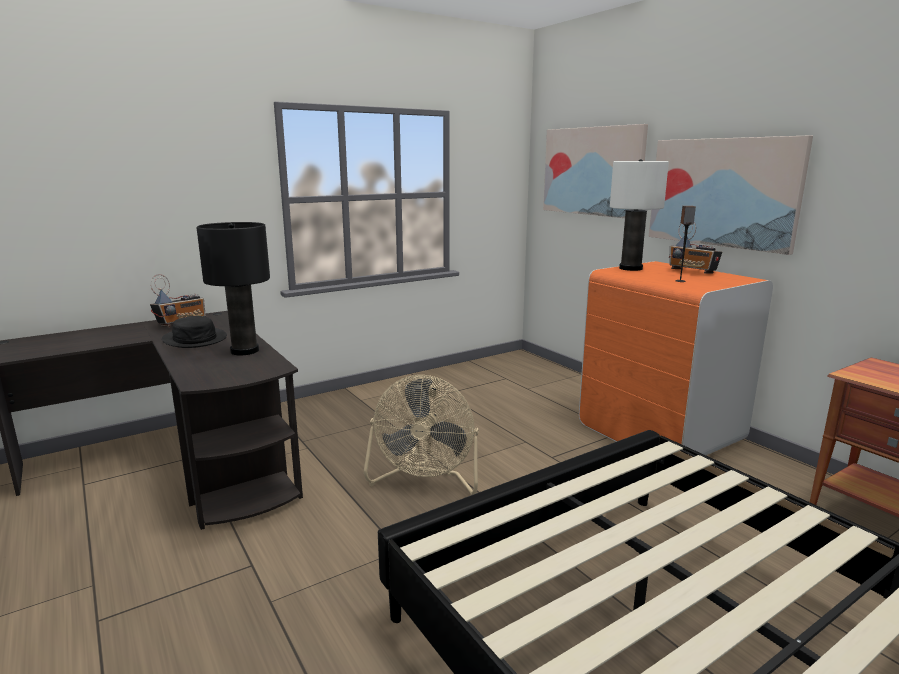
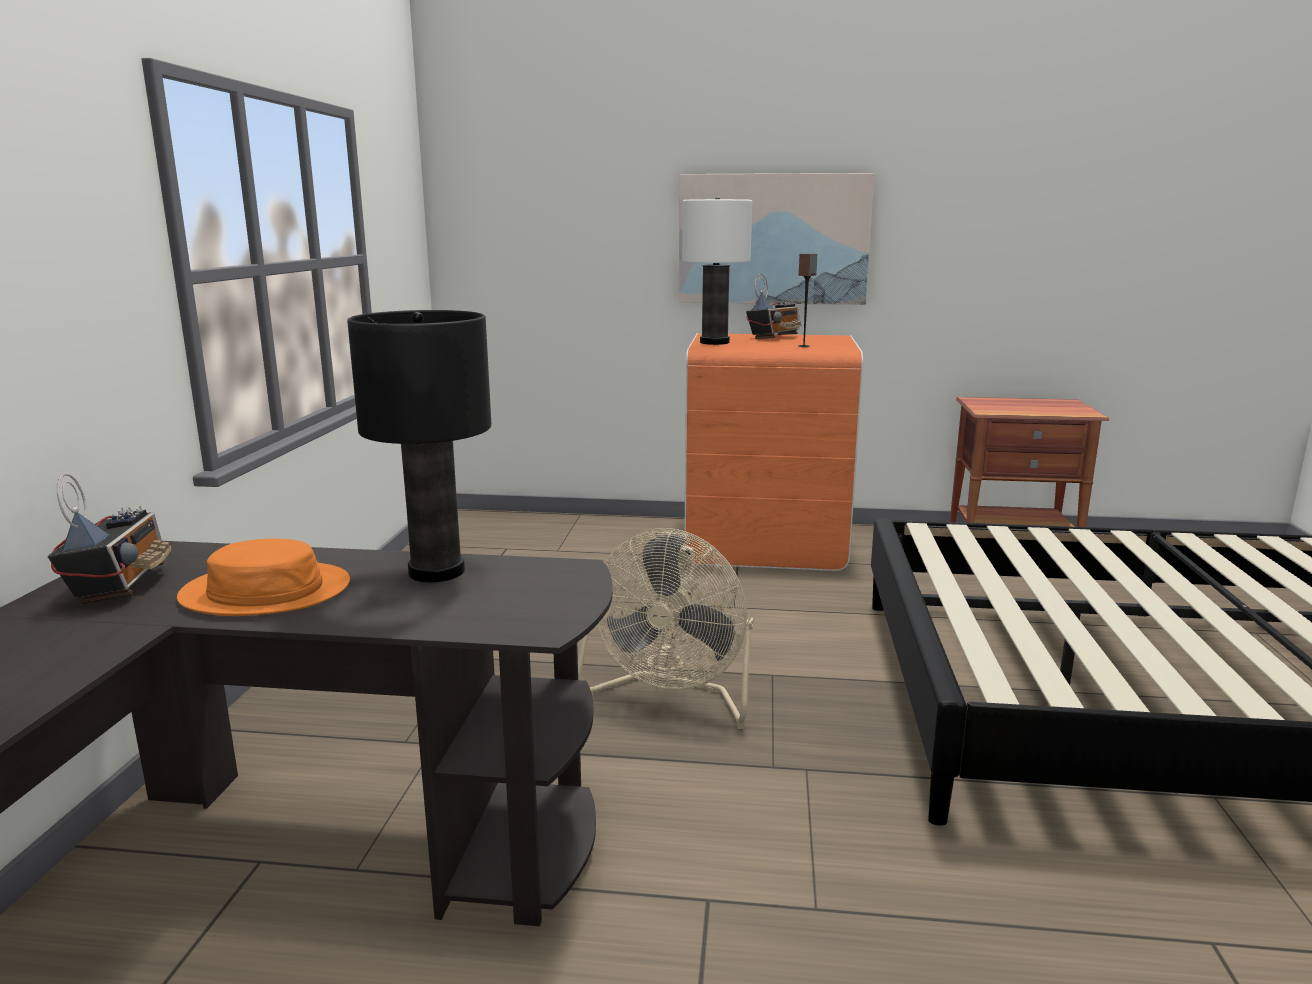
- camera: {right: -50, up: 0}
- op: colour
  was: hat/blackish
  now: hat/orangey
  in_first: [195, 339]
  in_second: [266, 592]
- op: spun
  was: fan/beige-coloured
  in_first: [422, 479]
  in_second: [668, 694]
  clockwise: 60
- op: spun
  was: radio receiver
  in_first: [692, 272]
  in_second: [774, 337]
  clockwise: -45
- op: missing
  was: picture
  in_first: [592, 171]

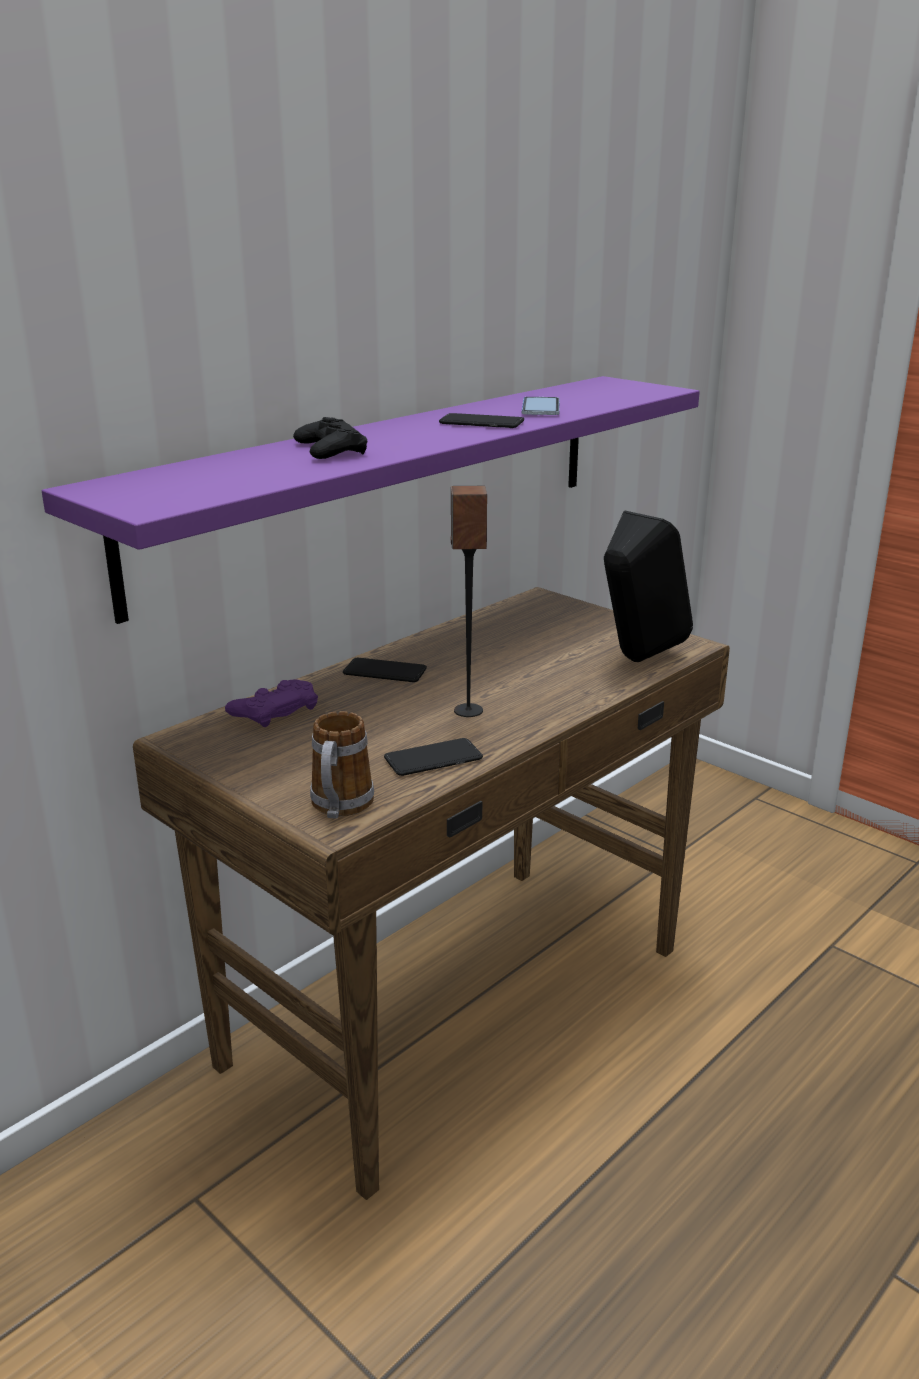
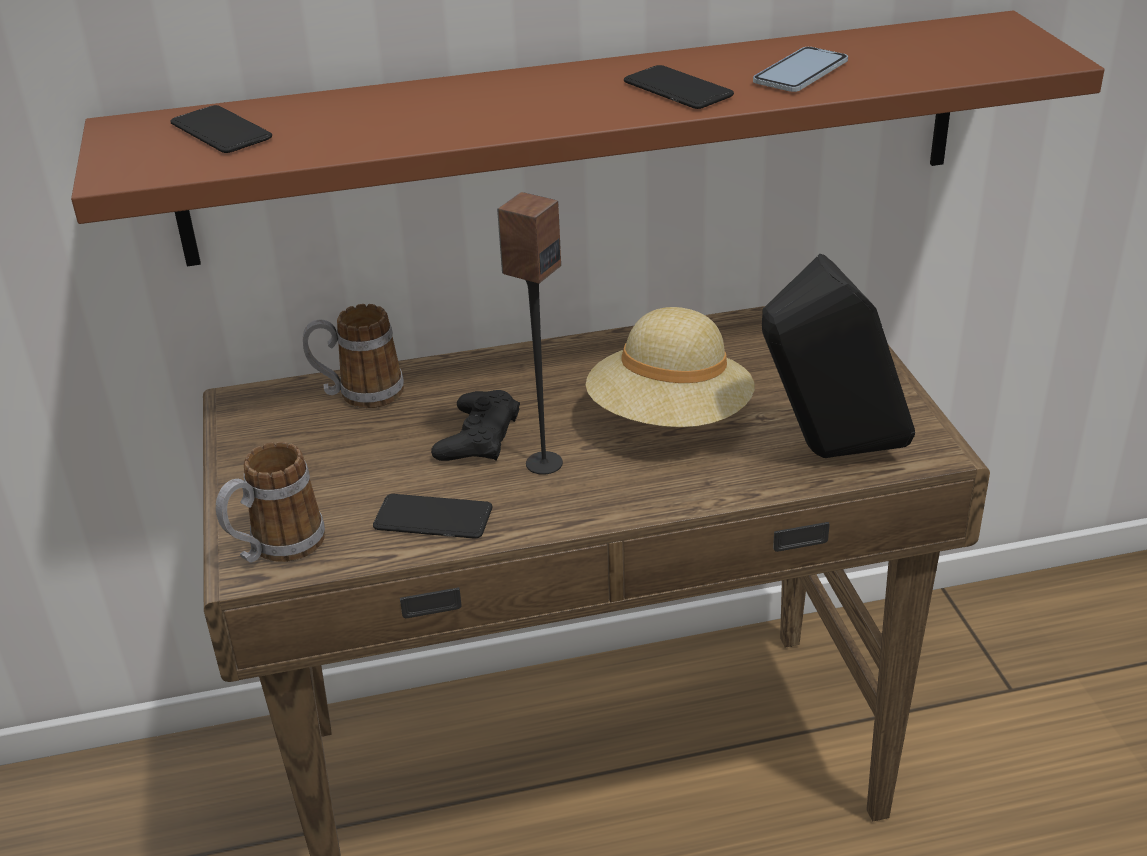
- camera: {right: 35, up: 10}
- op: colour
  was: shelf/purple-coloured
  now: shelf/brown
  in_first: [383, 482]
  in_second: [578, 138]
- op: relocated
  was: handset
  in_first: [385, 672]
  in_second: [221, 131]
- op: exchanged
  was: game controller/purple-coloured
  now: tea mug
  in_first: [274, 710]
  in_second: [359, 394]
- op: relocated
  was: game controller/blackish
  in_first: [330, 449]
  in_second: [477, 436]
- op: appeared
  now: hat/beige-coloured
  in_second: [670, 419]

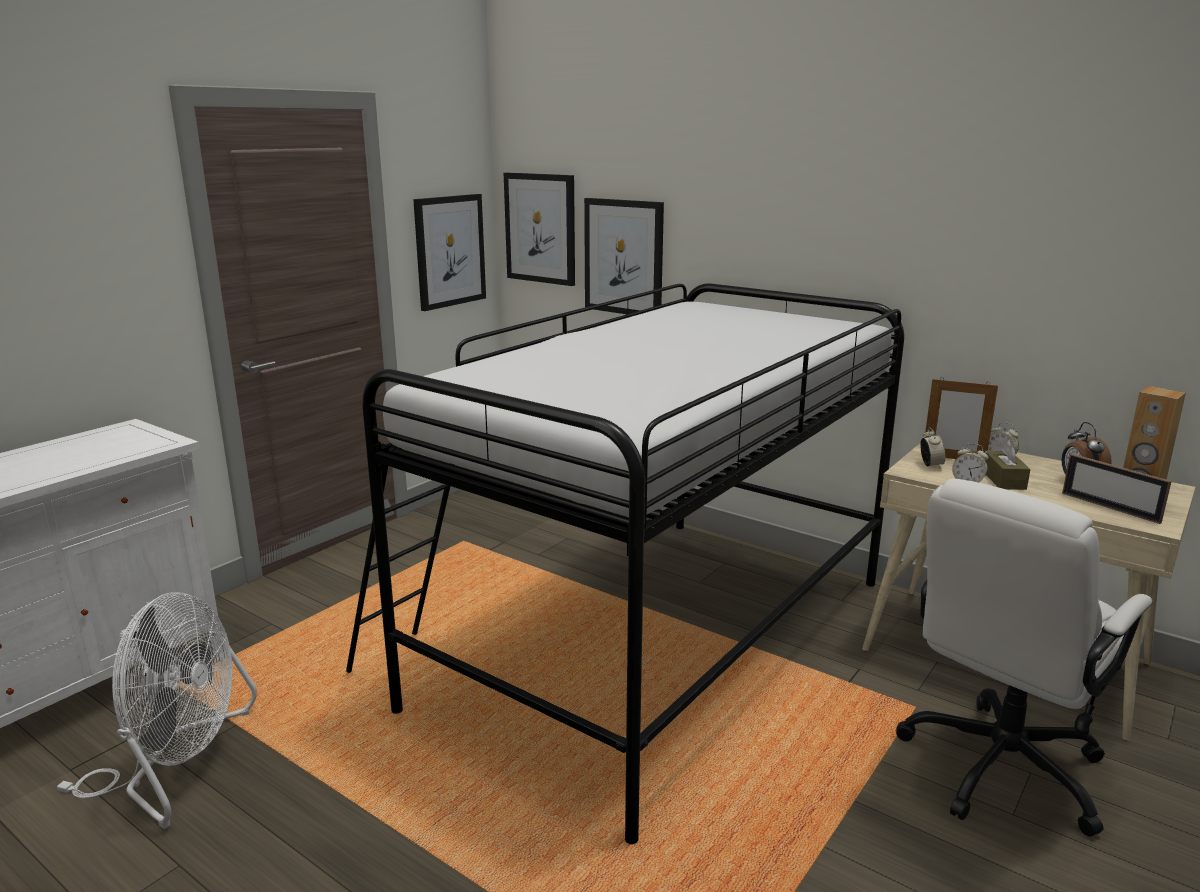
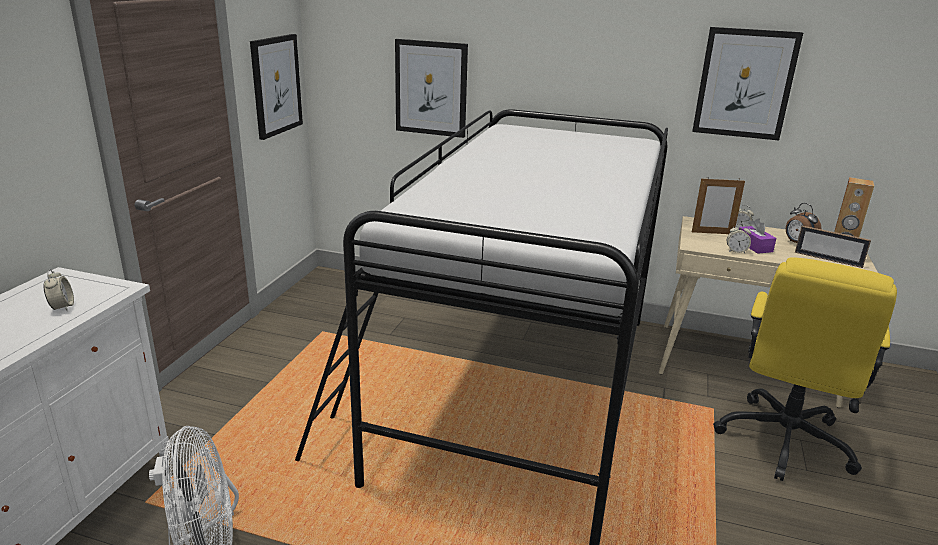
- camera: {right: -20, up: 5}
- op: relocated
  was: bedside clock
  in_first: [930, 465]
  in_second: [62, 307]
- op: relocated
  was: picture
  in_first: [540, 228]
  in_second: [744, 83]
- op: colour
  was: desk chair/white
  now: desk chair/yellow-coloured
  in_first: [998, 773]
  in_second: [784, 444]
- op: colour
  was: box of tissues/brown
  now: box of tissues/purple-coloured
  in_first: [1003, 480]
  in_second: [754, 246]

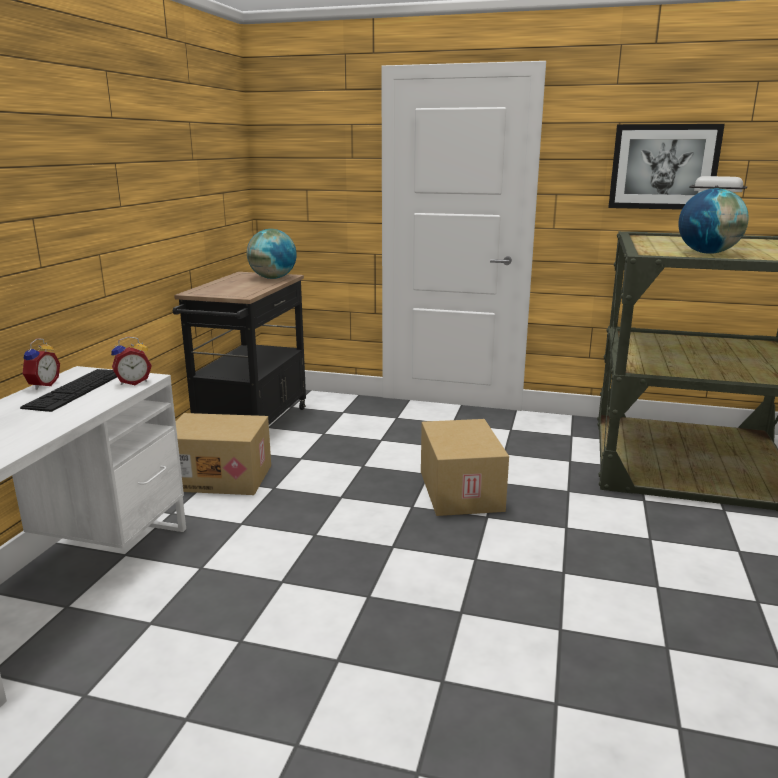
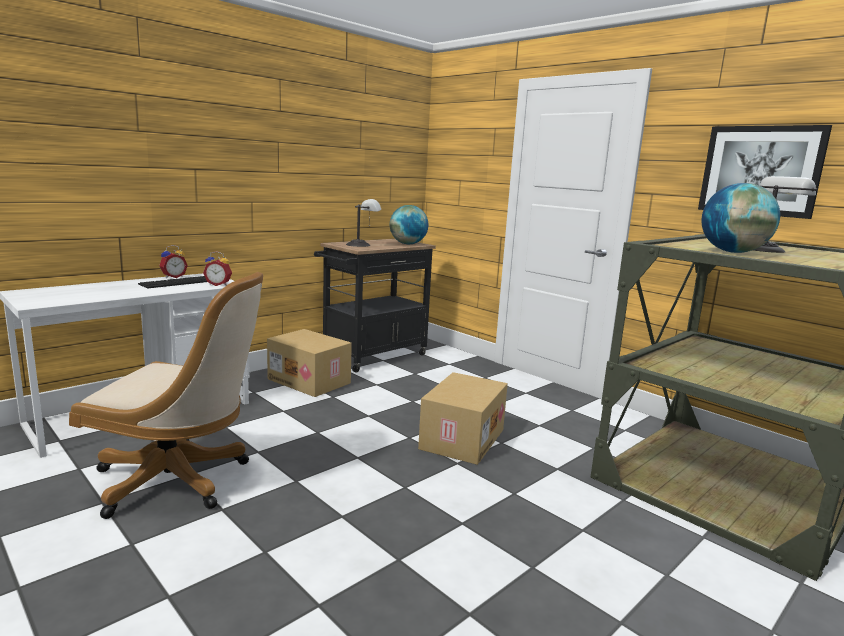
- camera: {right: 30, up: -5}
- op: appeared
  now: desk chair
  in_second: [181, 480]
- op: appeared
  now: table lamp
  in_second: [363, 245]

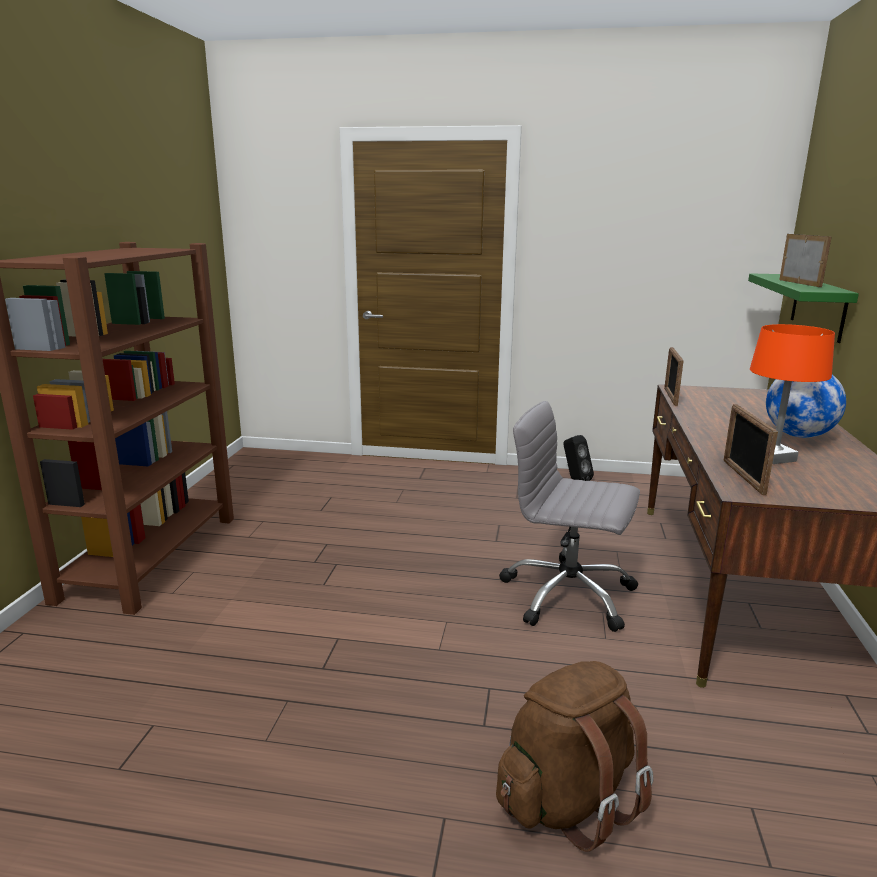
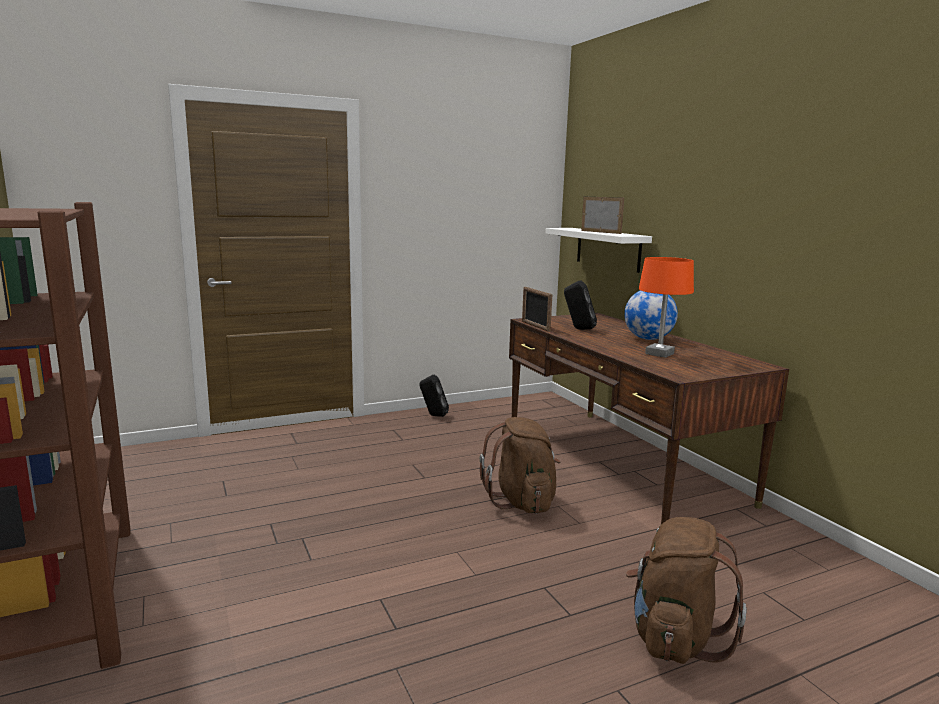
- camera: {right: -35, up: -5}
- op: exchanged
  was: desk chair/gray
  now: backpack/brown
  in_first: [567, 595]
  in_second: [522, 501]
- op: colour
  was: shelf/greenish
  now: shelf/white
  in_first: [818, 306]
  in_second: [608, 249]
- op: appeared
  now: speaker/blackish
  in_second: [578, 329]
- op: missing
  was: standing frame
  in_first: [743, 477]

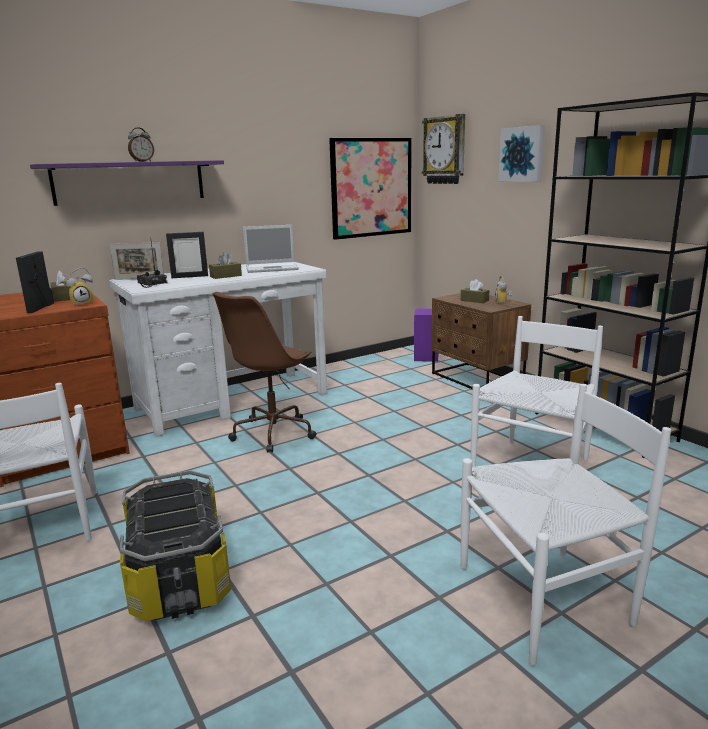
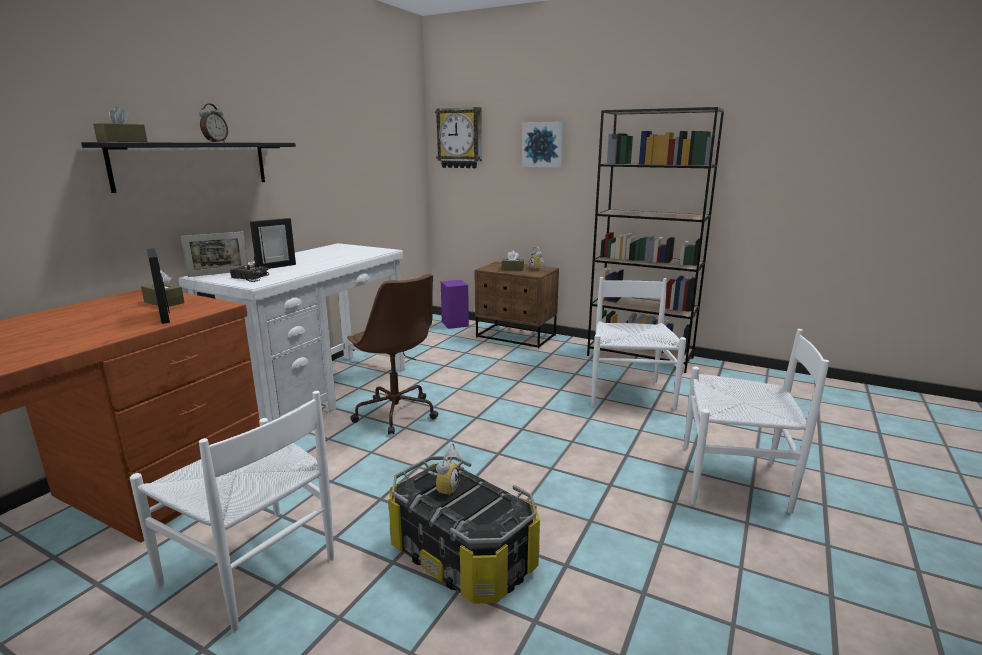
- camera: {right: -30, up: 0}
- op: colour
  was: shelf/purple-coloured
  now: shelf/blackish
  in_first: [130, 182]
  in_second: [193, 164]
- op: relocated
  was: box of tissues/brown
  in_first: [226, 276]
  in_second: [122, 141]
- op: spun
  was: desk chair/brown
  in_first: [272, 434]
  in_second: [397, 415]
  clockwise: -45
- op: relocated
  was: bedside clock
  in_first: [82, 304]
  in_second: [444, 488]
- op: spun
  was: plain chair/white
  in_first: [547, 598]
  in_second: [735, 480]
  clockwise: 60
- op: missing
  was: notebook computer
  in_first: [273, 268]
- op: missing
  was: picture
  in_first: [371, 187]

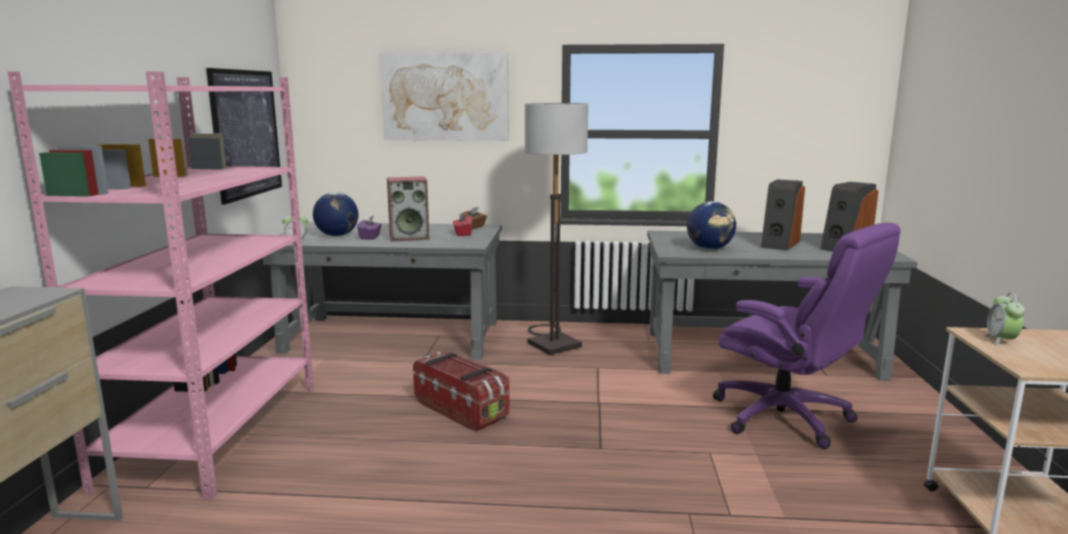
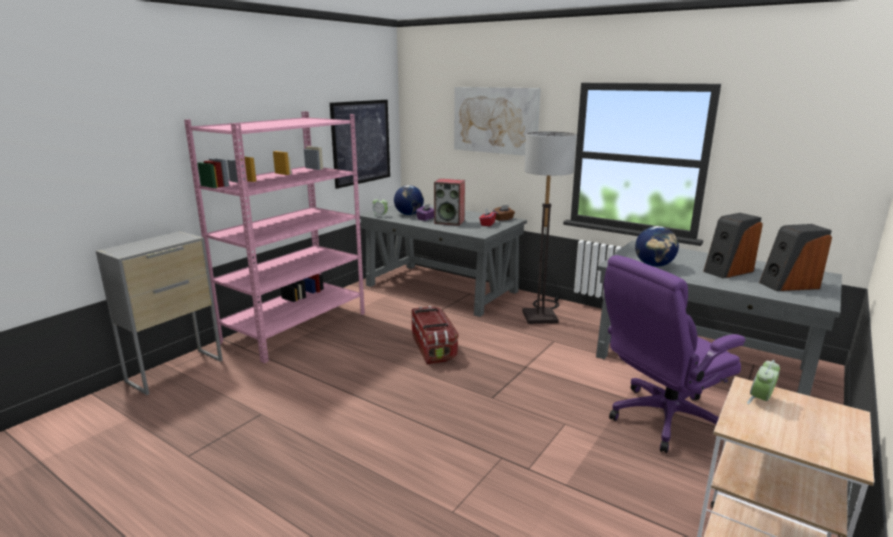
- camera: {right: 30, up: 5}
- op: spun
  was: desk chair/purple-coloured
  in_first: [790, 420]
  in_second: [659, 421]
  clockwise: 75

